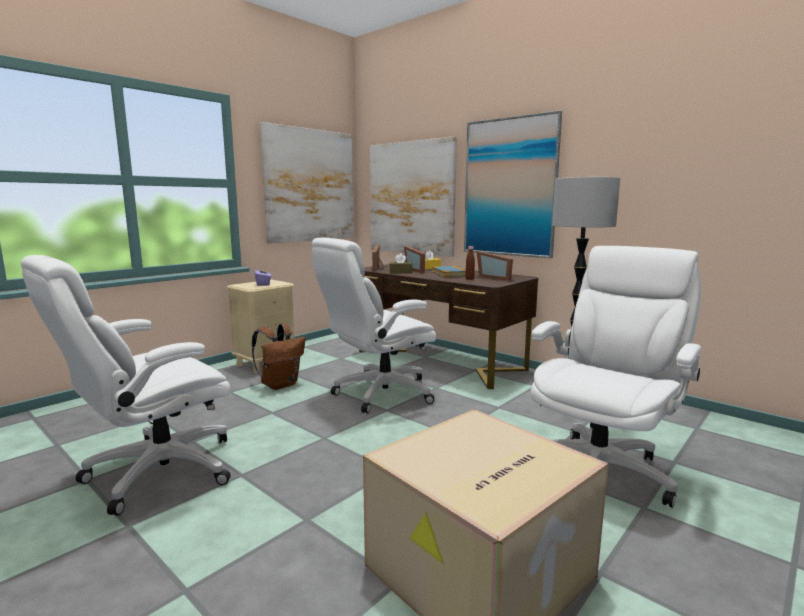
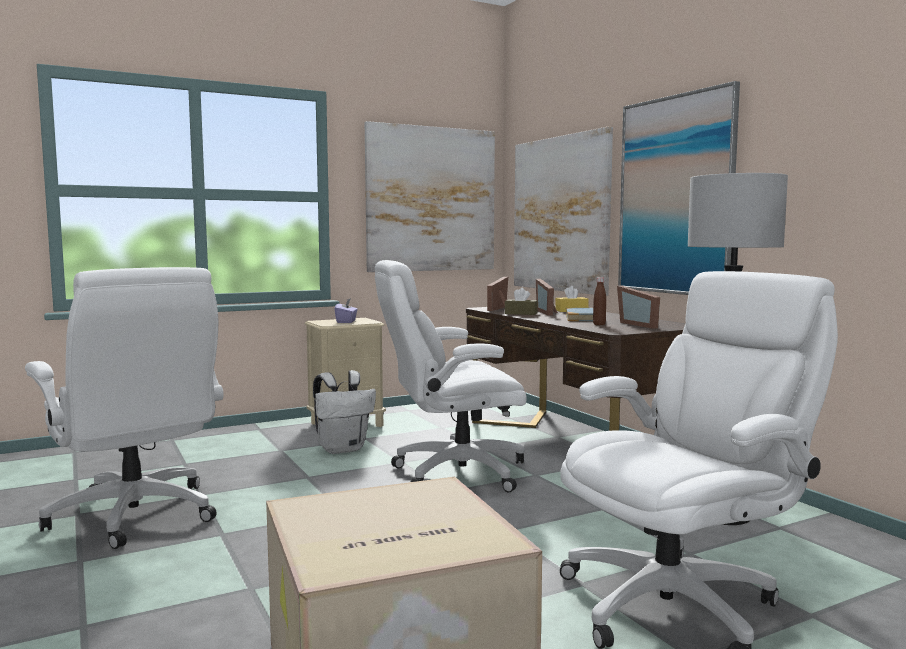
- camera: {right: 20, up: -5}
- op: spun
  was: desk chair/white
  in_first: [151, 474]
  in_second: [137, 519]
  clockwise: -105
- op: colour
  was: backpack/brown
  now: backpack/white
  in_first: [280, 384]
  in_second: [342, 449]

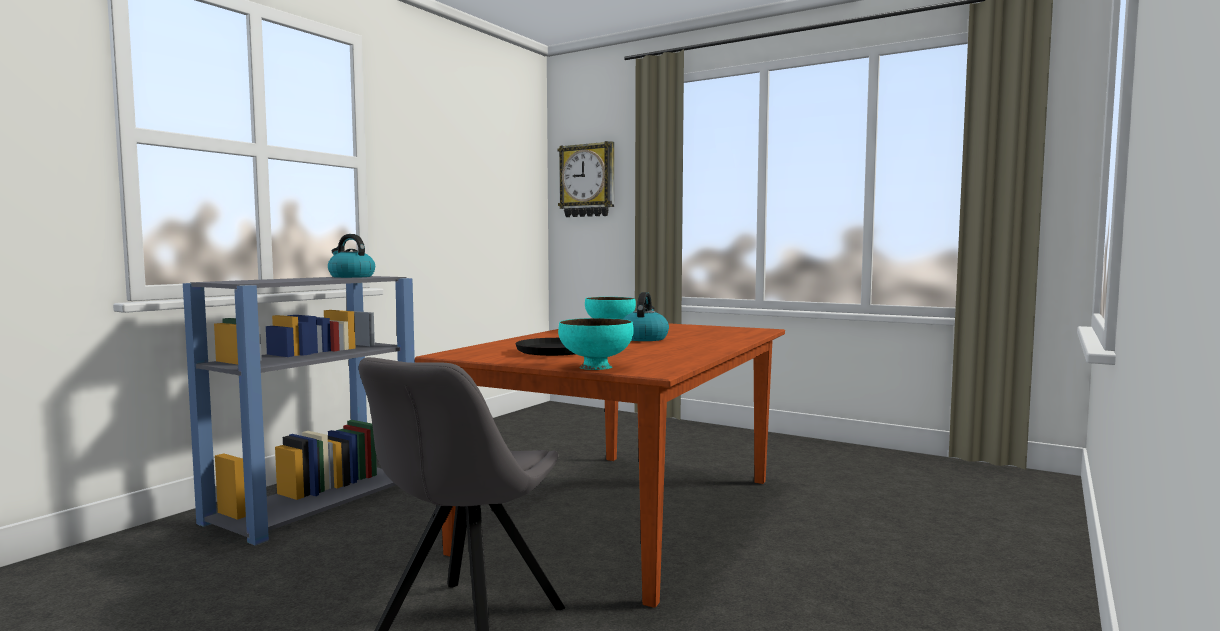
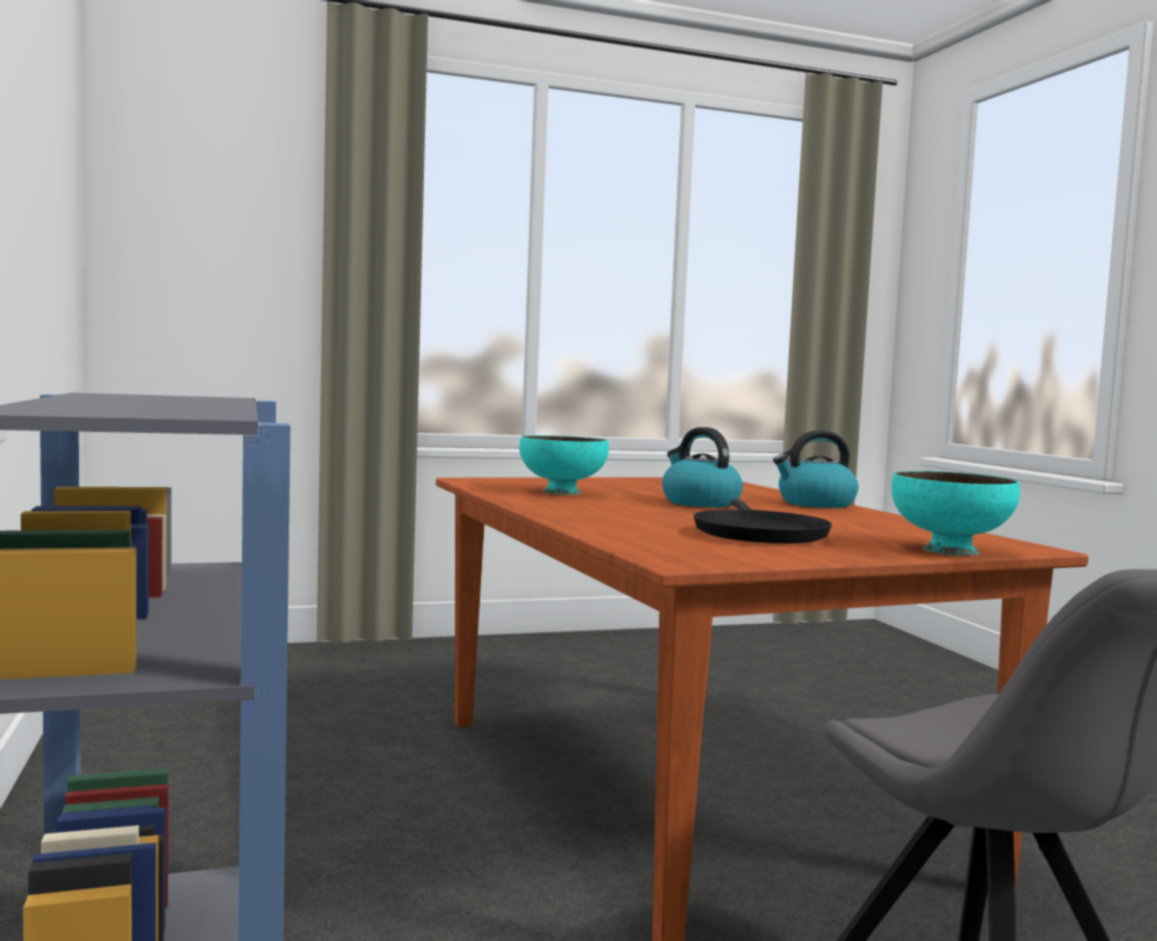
- camera: {right: -50, up: 0}
- op: relocated
  was: kettle
  in_first: [351, 276]
  in_second: [815, 504]
- op: missing
  was: clock on the wall
  in_first: [588, 180]

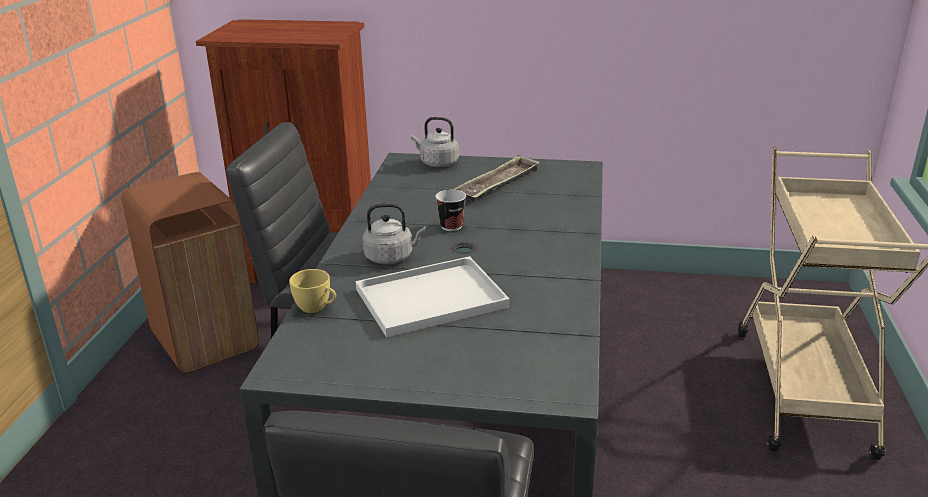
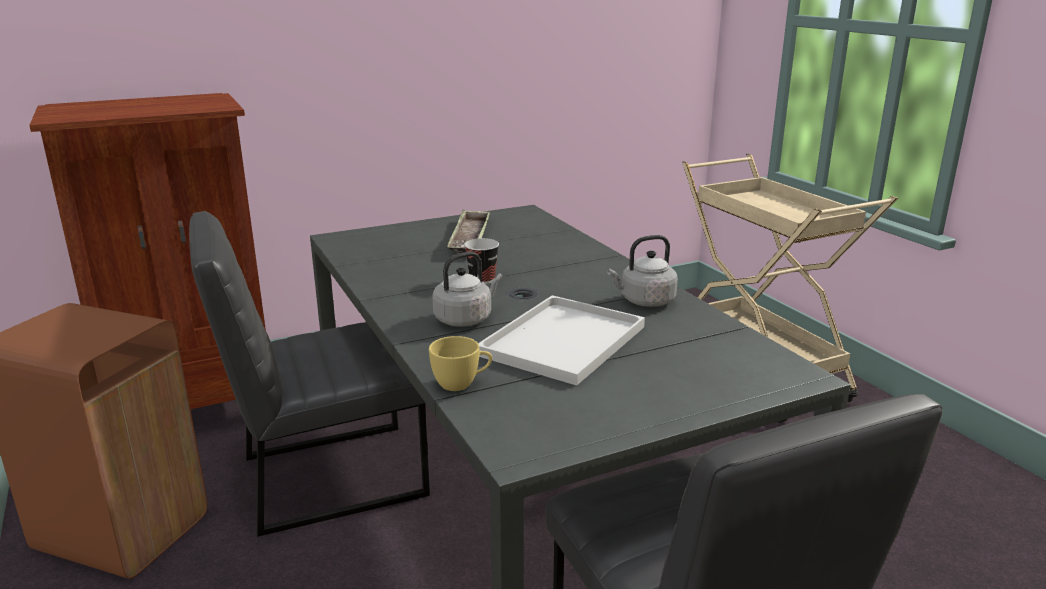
- camera: {right: -35, up: -5}
- op: relocated
  was: kettle/gray
  in_first: [437, 163]
  in_second: [644, 301]

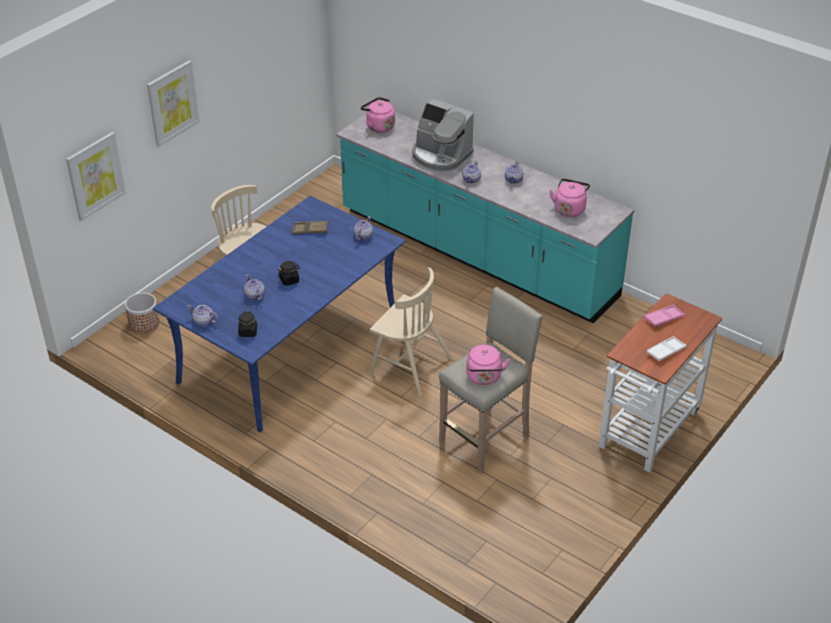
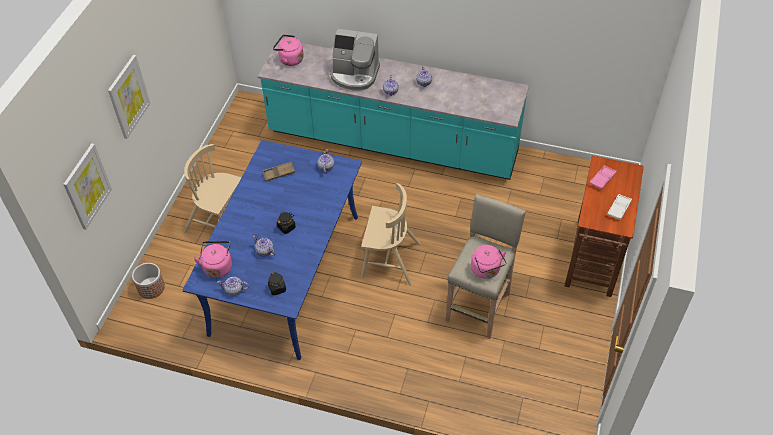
- camera: {right: -20, up: 10}
- op: relocated
  was: kettle/pink-coloured
  in_first: [569, 209]
  in_second: [217, 266]
- op: colour
  was: wheeled cart/white
  now: wheeled cart/brown
  in_first: [648, 430]
  in_second: [593, 260]

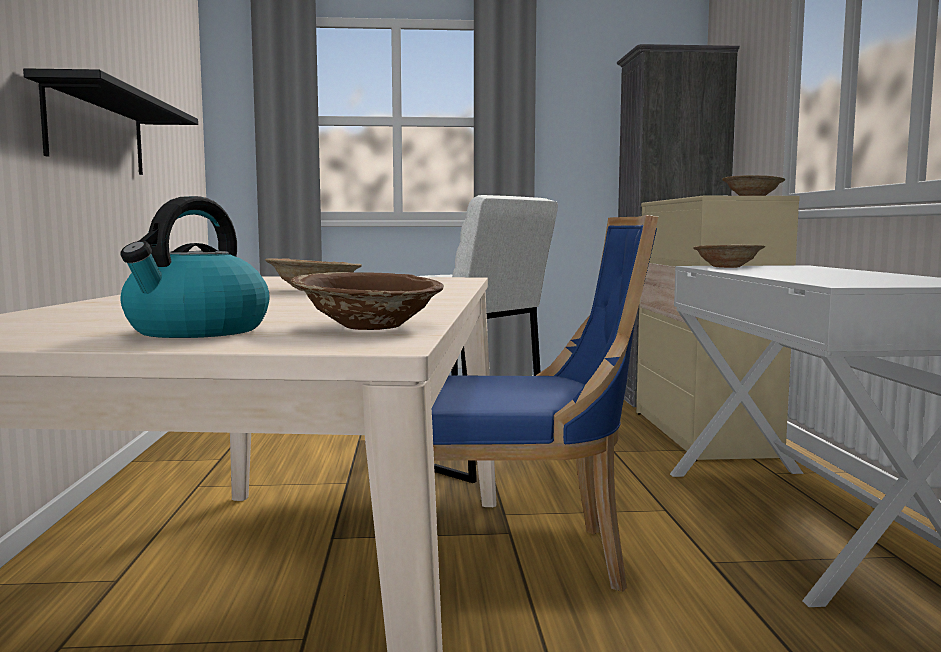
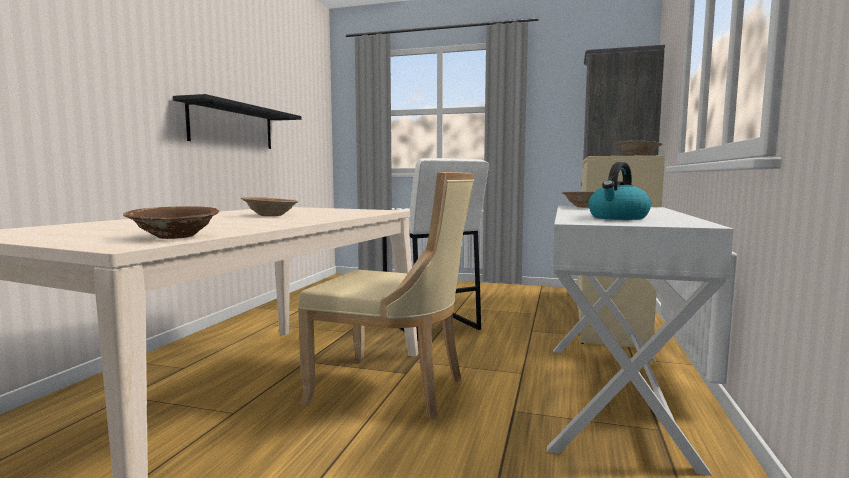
- camera: {right: 20, up: 0}
- op: colour
  was: plain chair/blue
  now: plain chair/beige-coloured
  in_first: [520, 559]
  in_second: [394, 389]
- op: relocated
  was: kettle
  in_first: [197, 331]
  in_second: [618, 218]

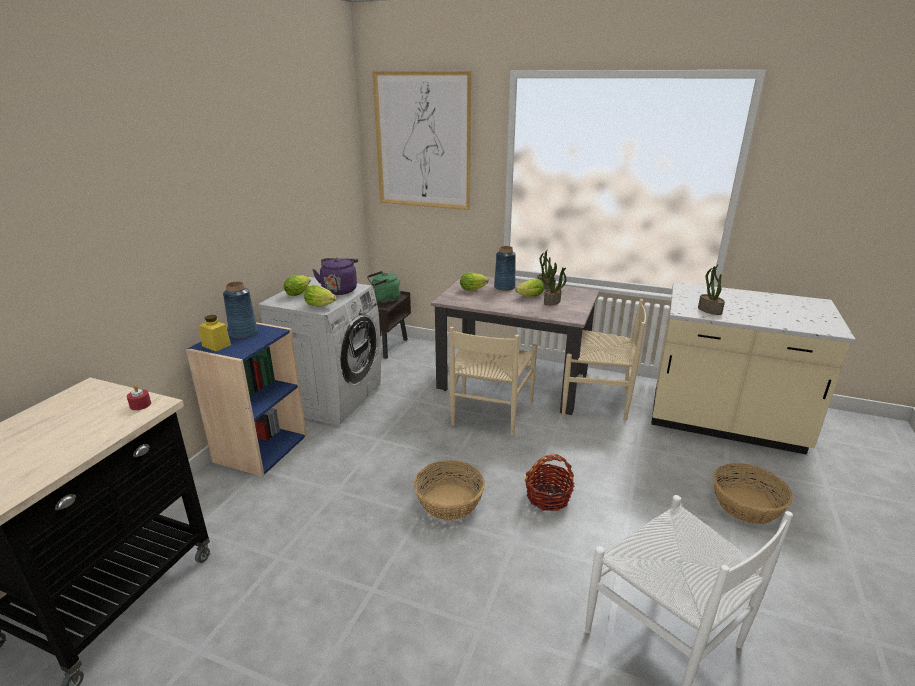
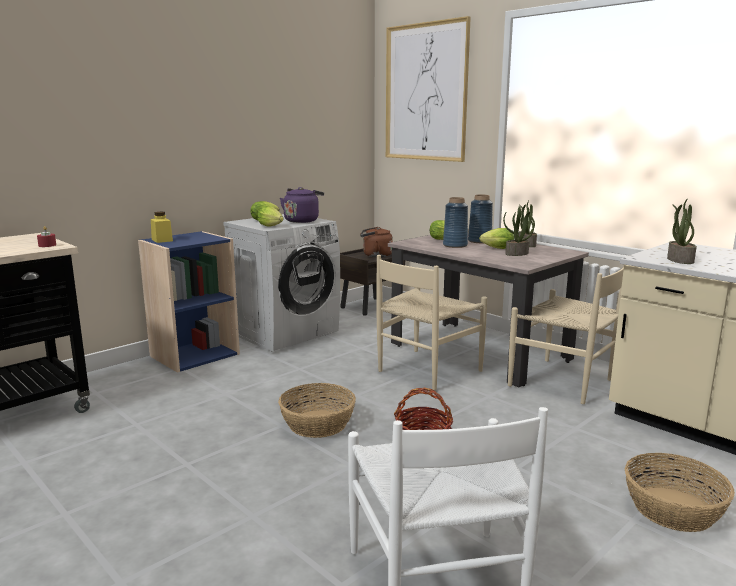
- camera: {right: 25, up: -10}
- op: colour
  was: kettle/greenish
  now: kettle/brown
  in_first: [384, 299]
  in_second: [375, 255]
- op: relocated
  was: flower vase/blue
  in_first: [243, 333]
  in_second: [455, 245]

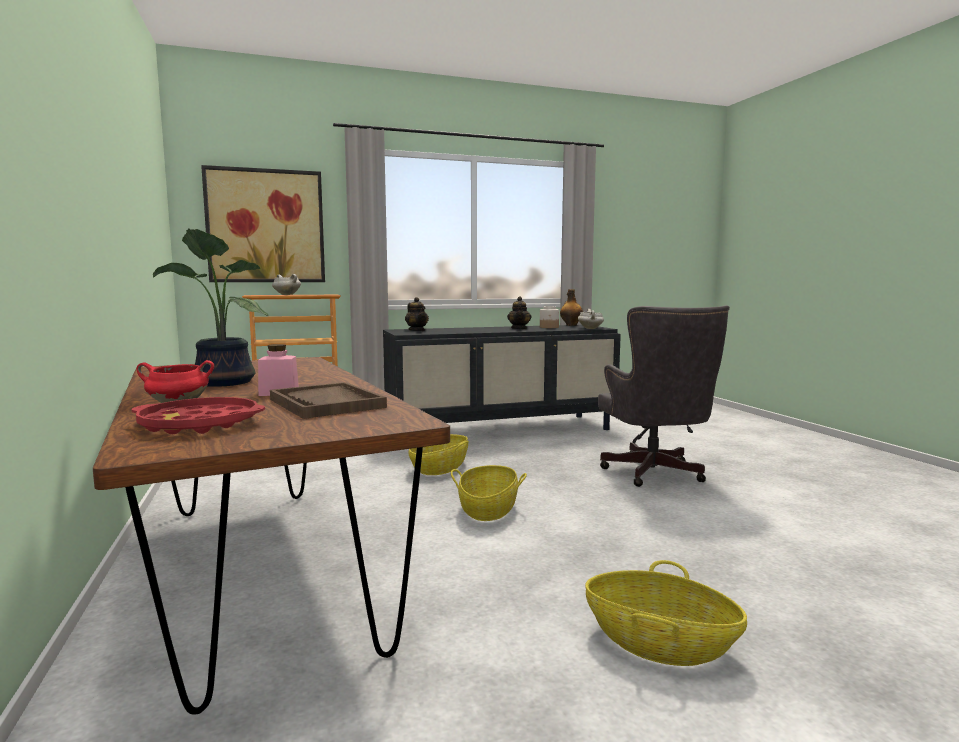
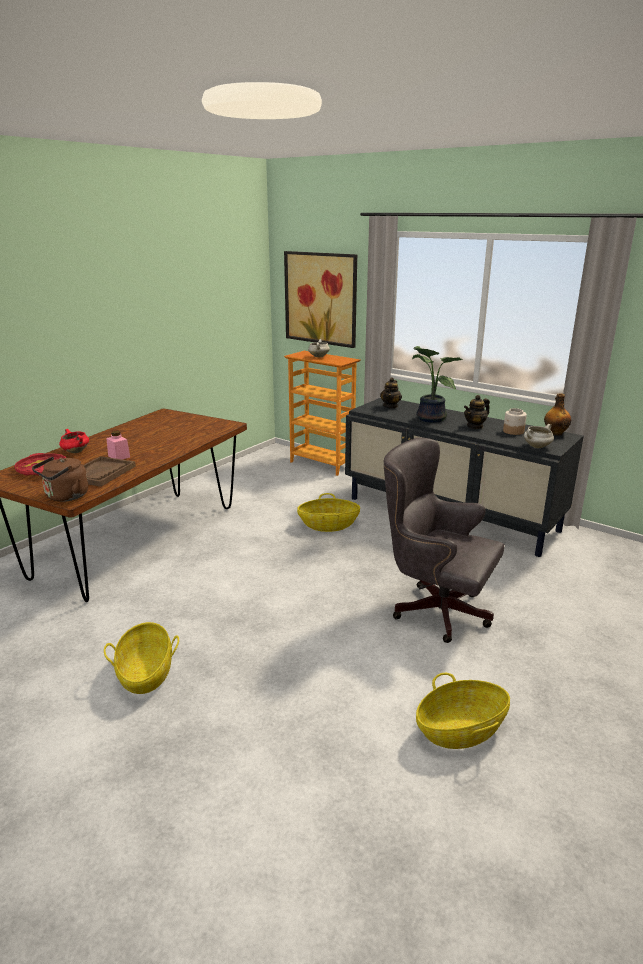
- camera: {right: 55, up: 15}
- op: appeared
  now: kettle/brown
  in_second: [65, 497]
- op: spun
  was: desk chair/gray
  in_first: [655, 474]
  in_second: [435, 610]
  clockwise: 75
- op: relocated
  was: potted plant
  in_first: [220, 383]
  in_second: [429, 418]
- op: relocated
  was: household basket
  in_first: [488, 509]
  in_second: [460, 730]

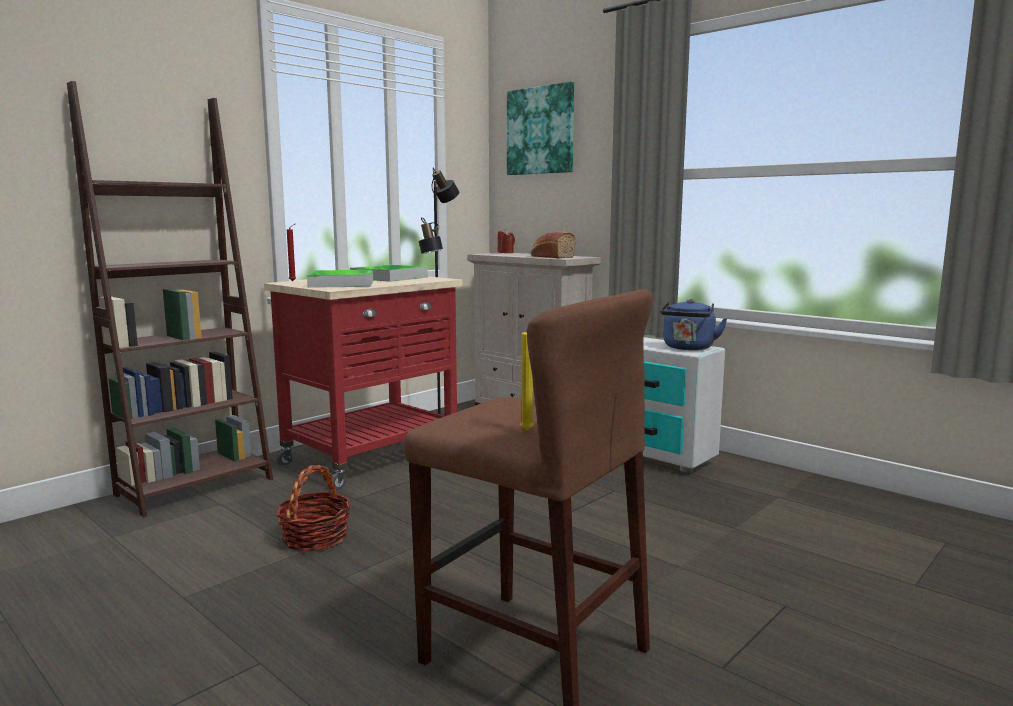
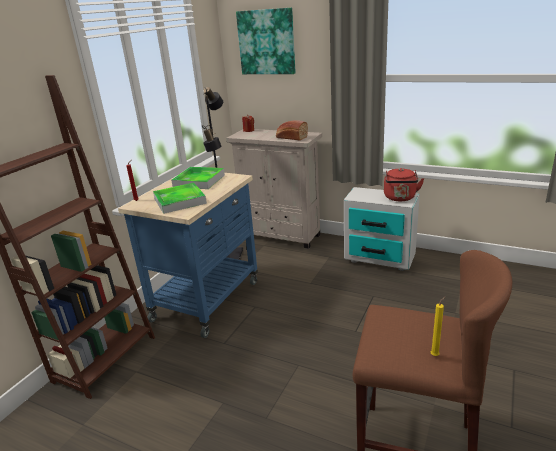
- camera: {right: -15, up: 15}
- op: colour
  was: wheeled cart/reddish
  now: wheeled cart/blue
  in_first: [371, 457]
  in_second: [206, 300]
- op: colour
  was: kettle/blue
  now: kettle/reddish
  in_first: [688, 348]
  in_second: [400, 198]
- op: missing
  was: household basket
  in_first: [315, 538]

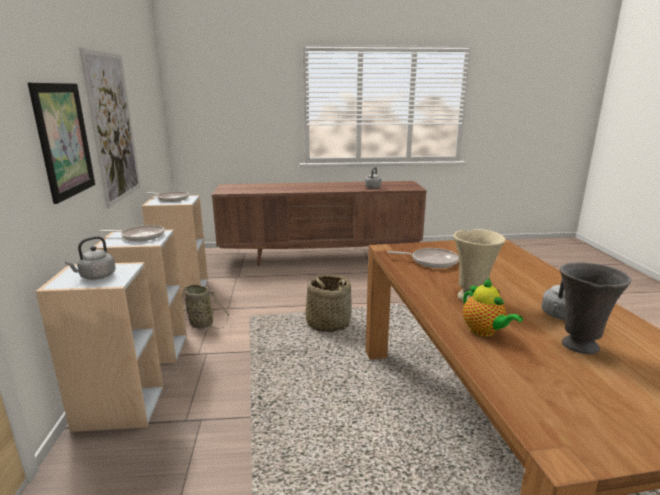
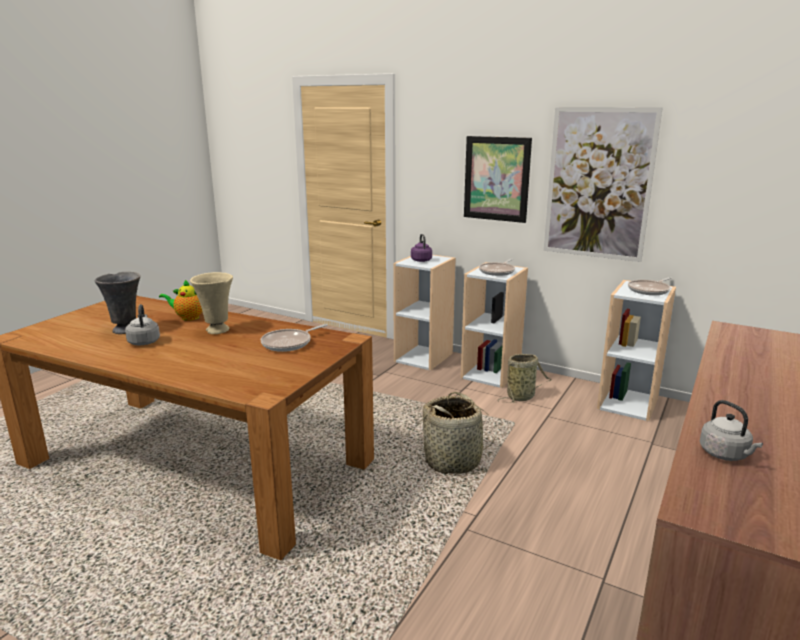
- camera: {right: 125, up: 0}
- op: colour
  was: kettle/gray
  now: kettle/purple-coloured
  in_first: [96, 277]
  in_second: [421, 260]

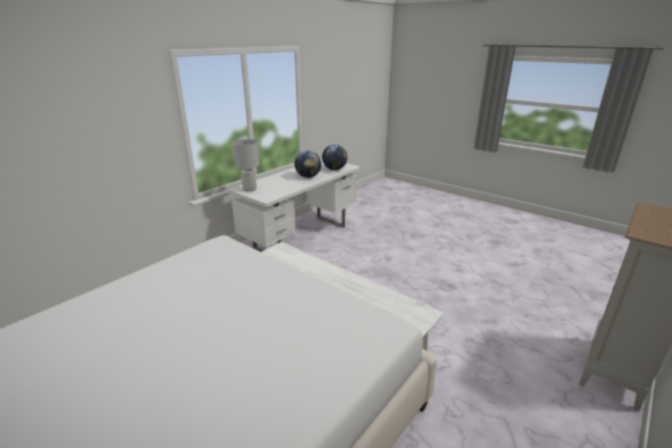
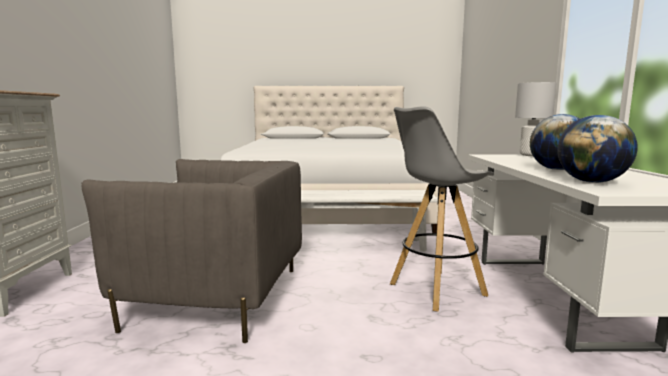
- camera: {right: 140, up: -15}
- op: appeared
  now: armchair/gray
  in_second: [215, 296]
- op: appeared
  now: sitting stool/gray
  in_second: [435, 289]

